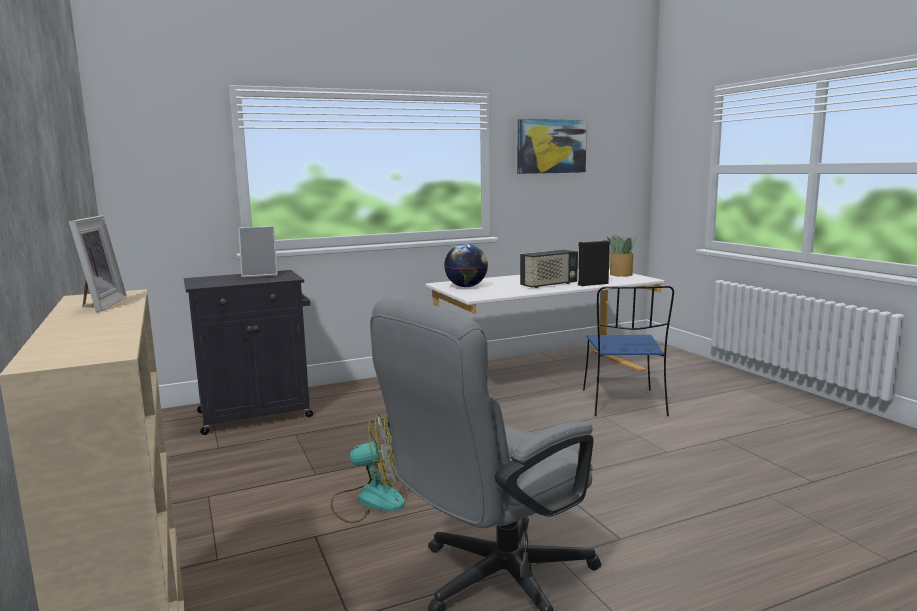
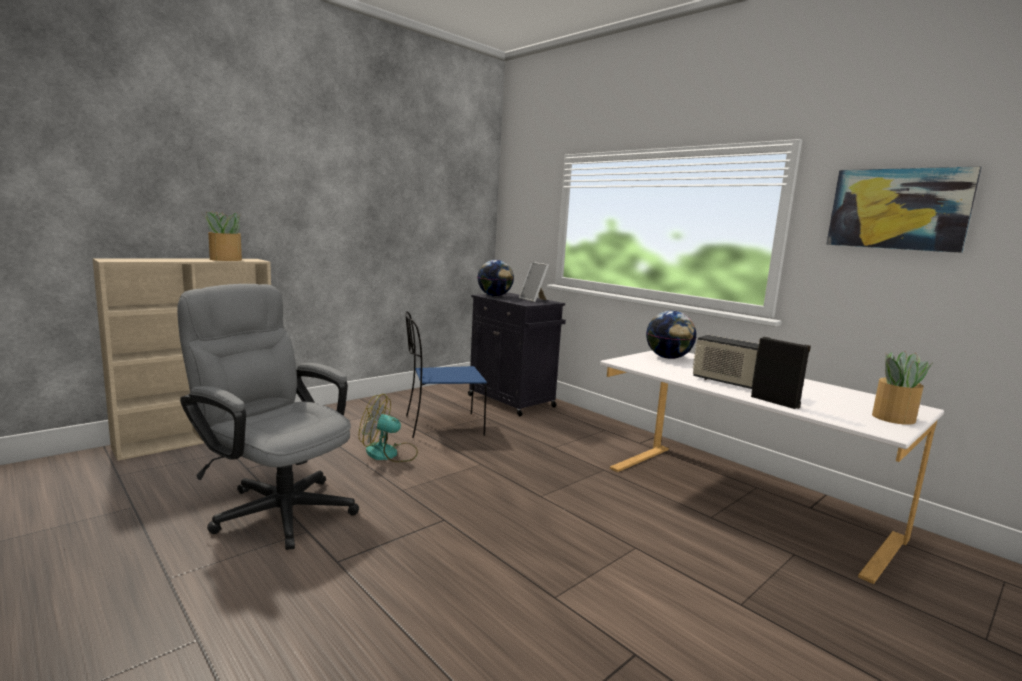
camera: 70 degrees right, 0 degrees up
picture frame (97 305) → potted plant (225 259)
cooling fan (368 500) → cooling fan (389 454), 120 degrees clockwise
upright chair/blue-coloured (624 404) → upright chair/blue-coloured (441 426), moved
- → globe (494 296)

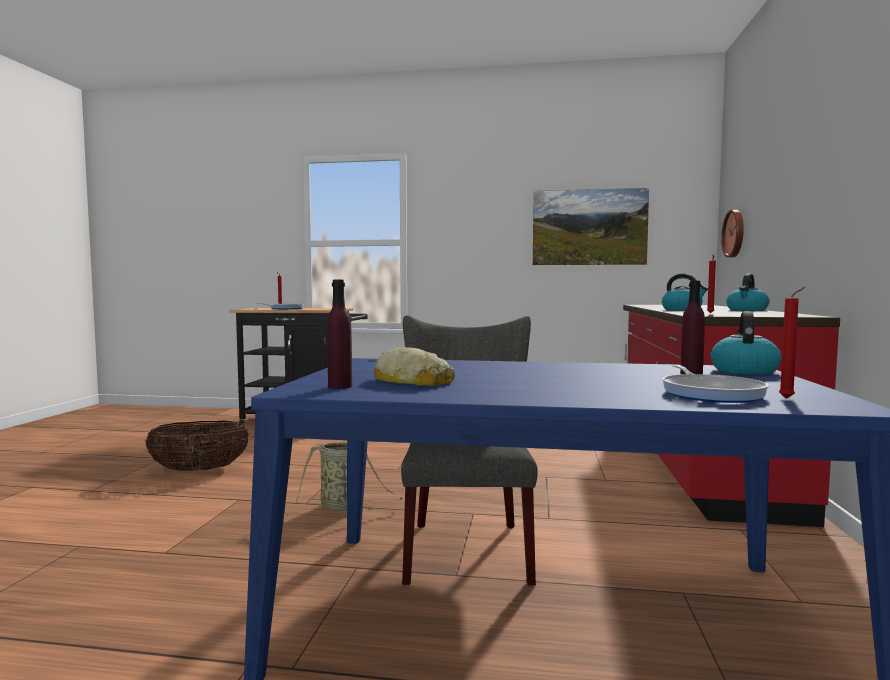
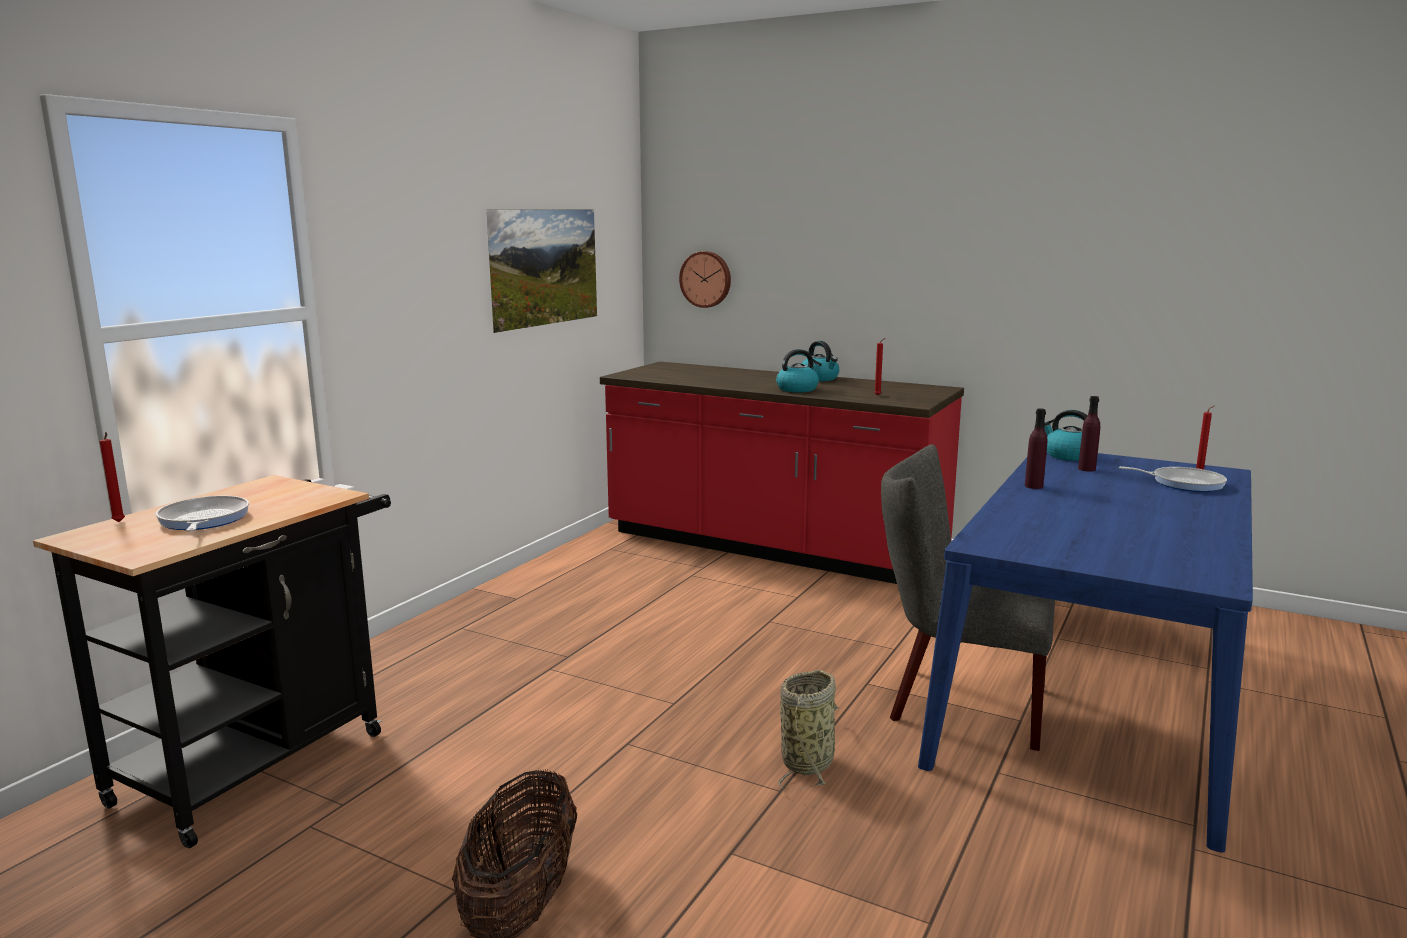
camera: 70 degrees left, 10 degrees up
drink bottle/purple-coloured (340 386) → drink bottle/purple-coloured (1033 486), moved
bakery bread (412 381) → -

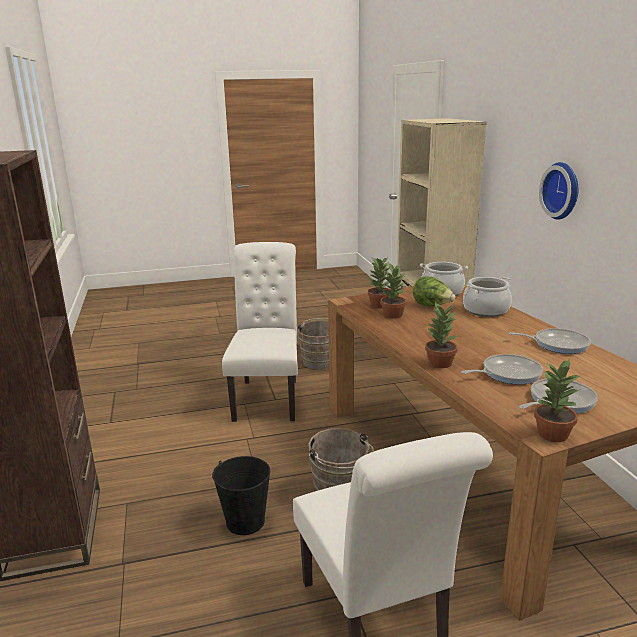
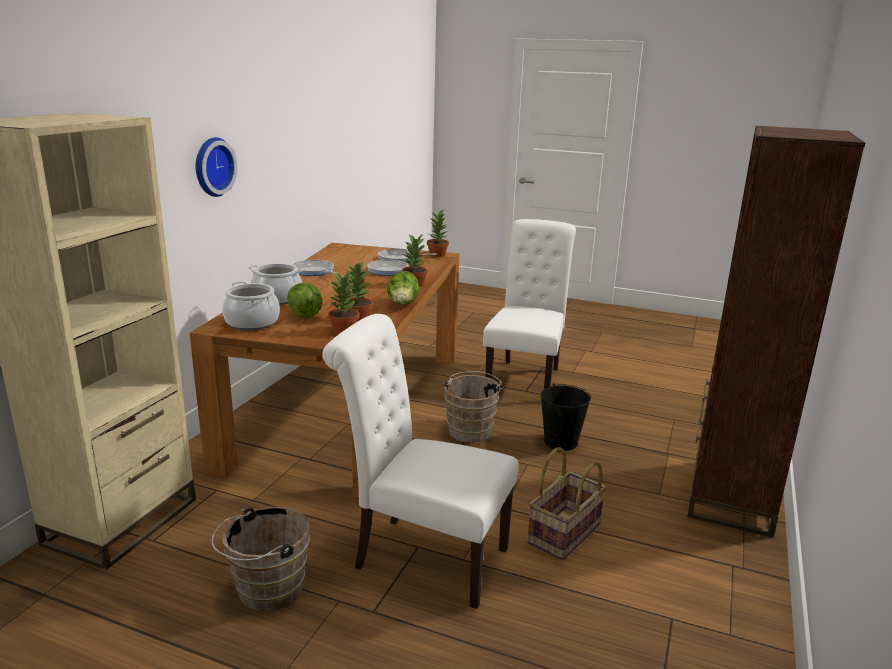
camera: 145 degrees left, 0 degrees up
upright chair/white (268 396) → upright chair/white (422 556), 75 degrees clockwise
- → lettuce head (403 305)
- → storage basket (565 534)

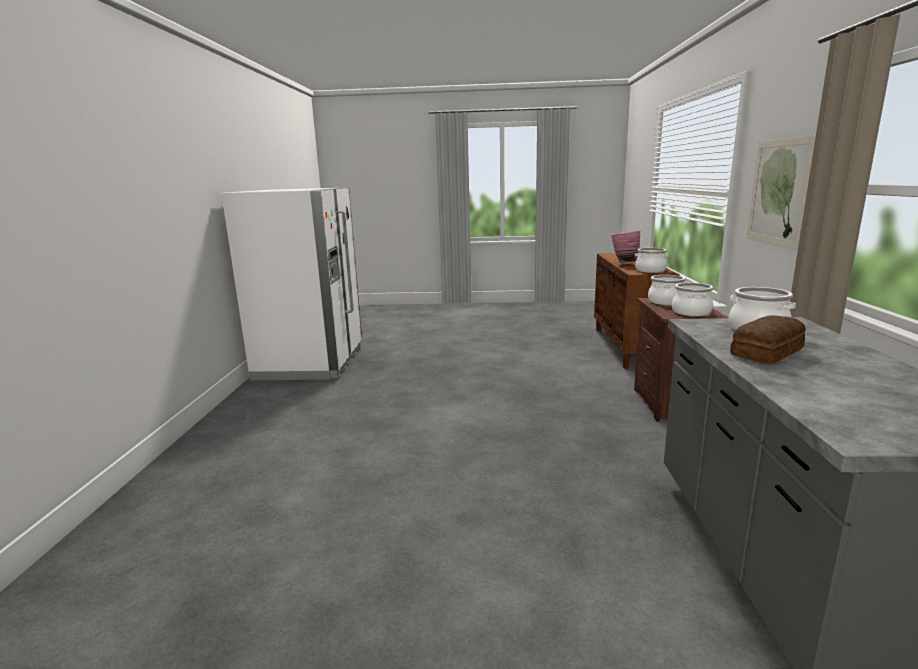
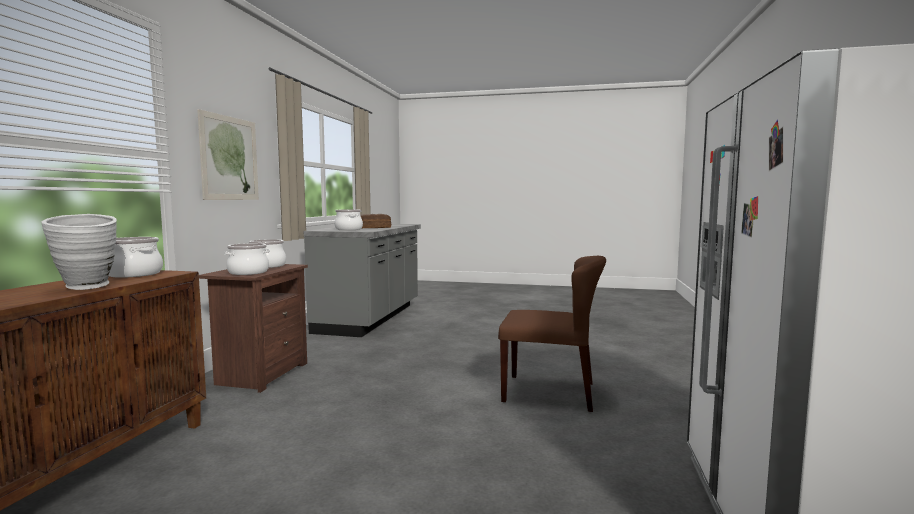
camera: 170 degrees left, 10 degrees down
decorative vase/pinkish (623 264) → decorative vase/white (87 288)
- → upright chair/brown-coloured (550 392)

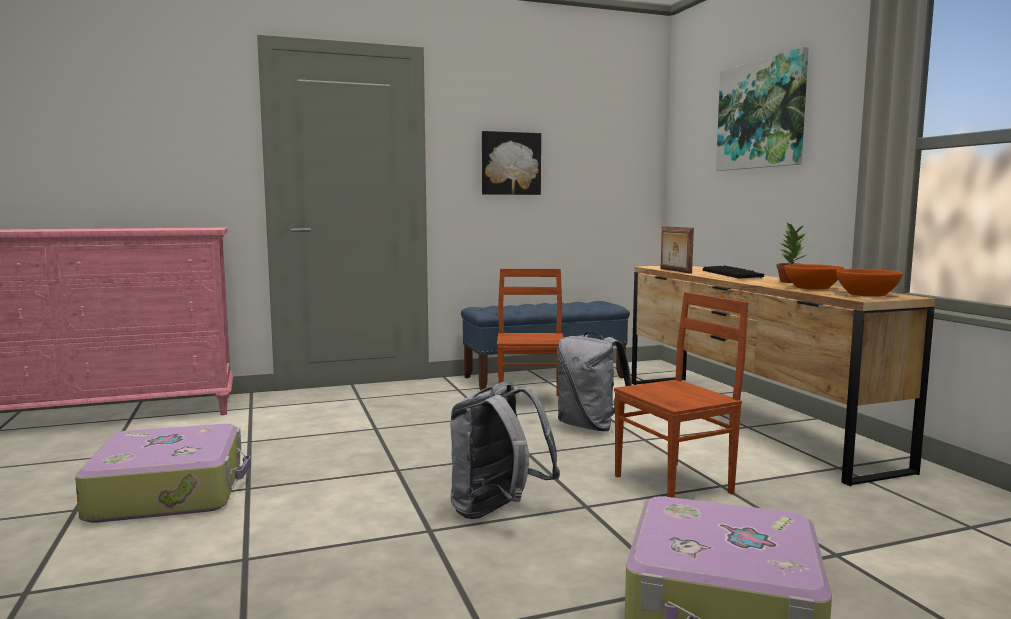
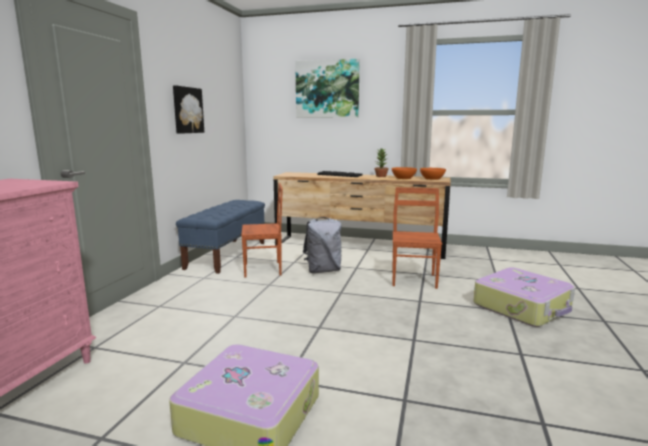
camera: 55 degrees left, 5 degrees up
upright chair/brown-coloured (531 402) → upright chair/brown-coloured (263 269), 135 degrees clockwise
backpack/greyish (497 512) → -
picture frame (674 271) → -

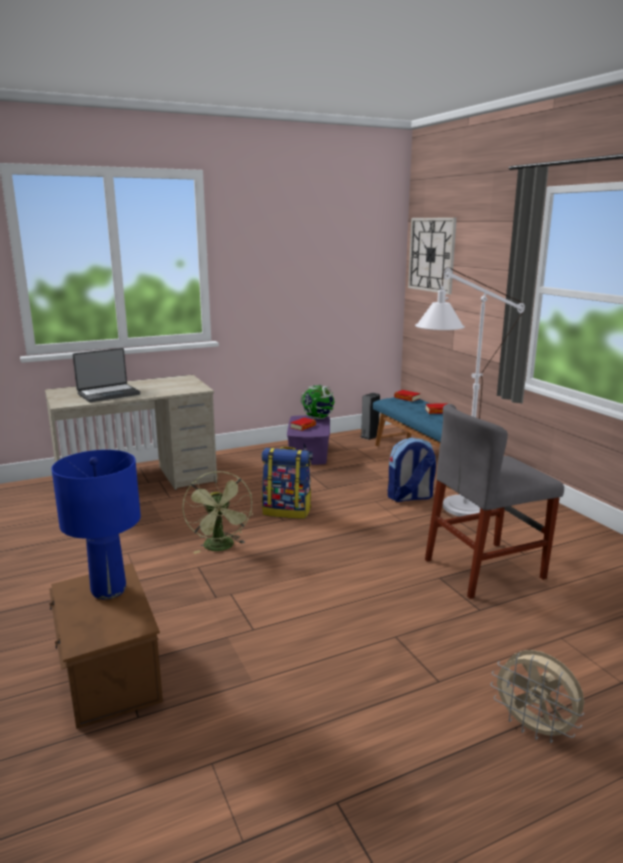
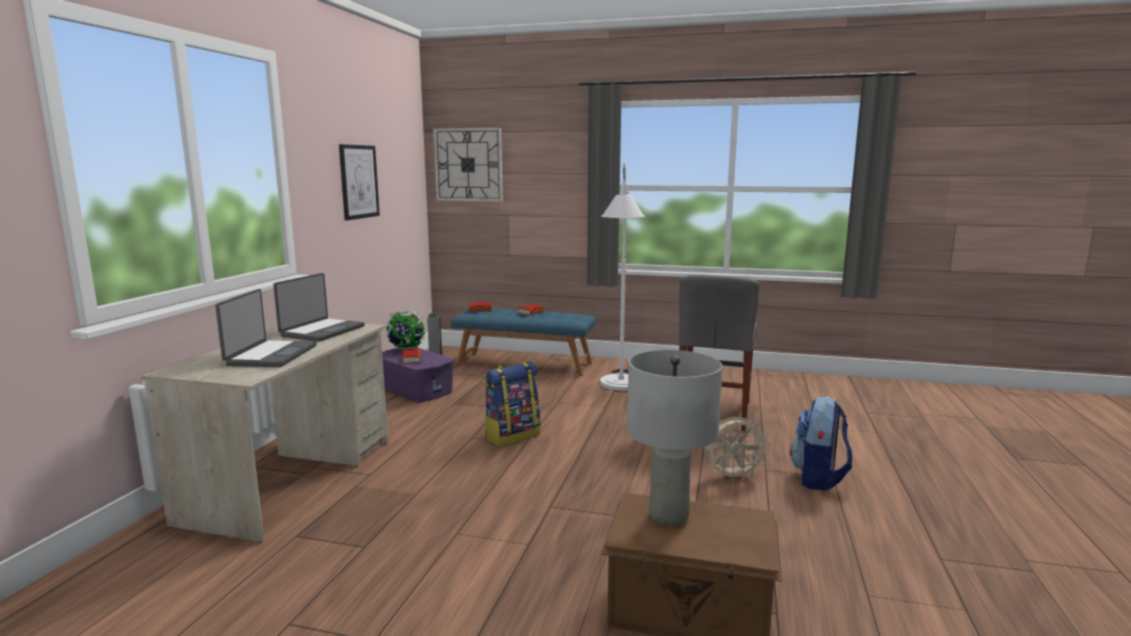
camera: 50 degrees left, 5 degrees down
- → notebook computer (322 331)
- → wall picture (359 181)
lamp for a table/blue-coloured (108 591) → lamp for a table/greyish (669 516)
cooling fan/beige-coloured (534 729) → cooling fan/beige-coloured (733 477), moved
backpack (410 497) → backpack (819 478), moved
cooling fan/greenish (221 548) → -

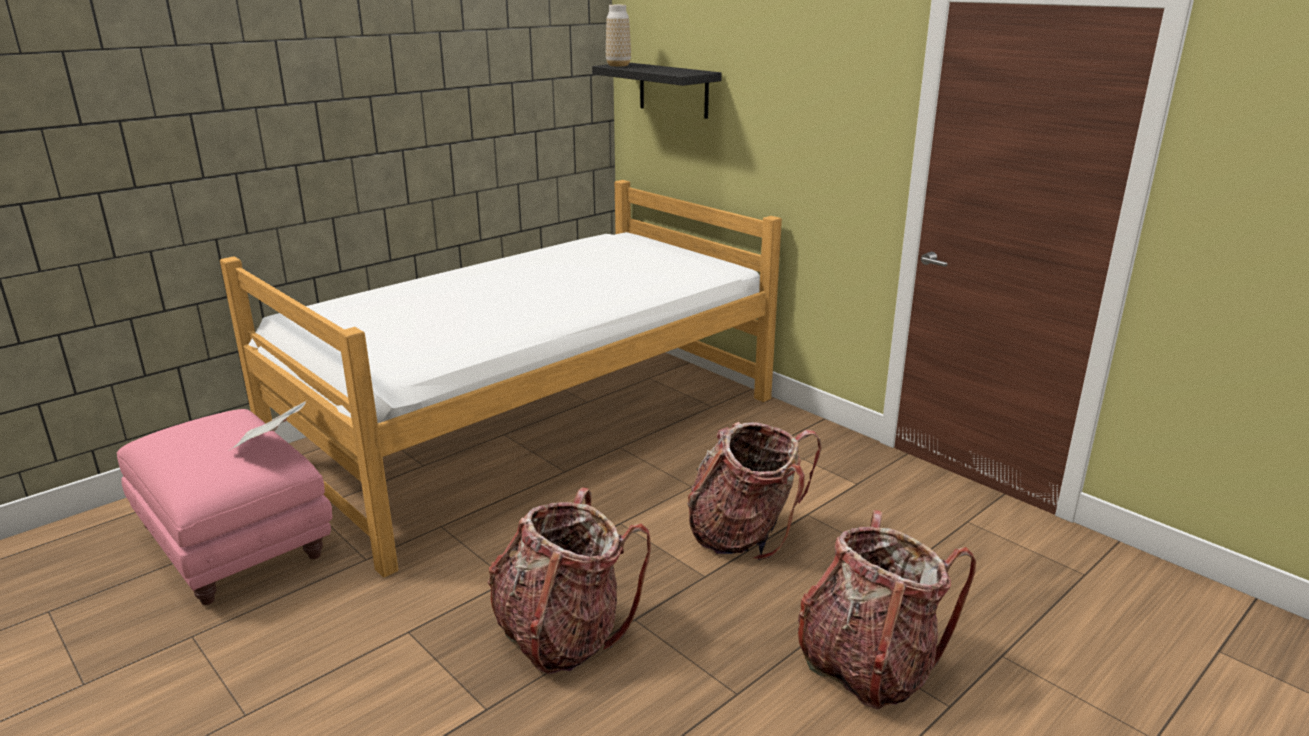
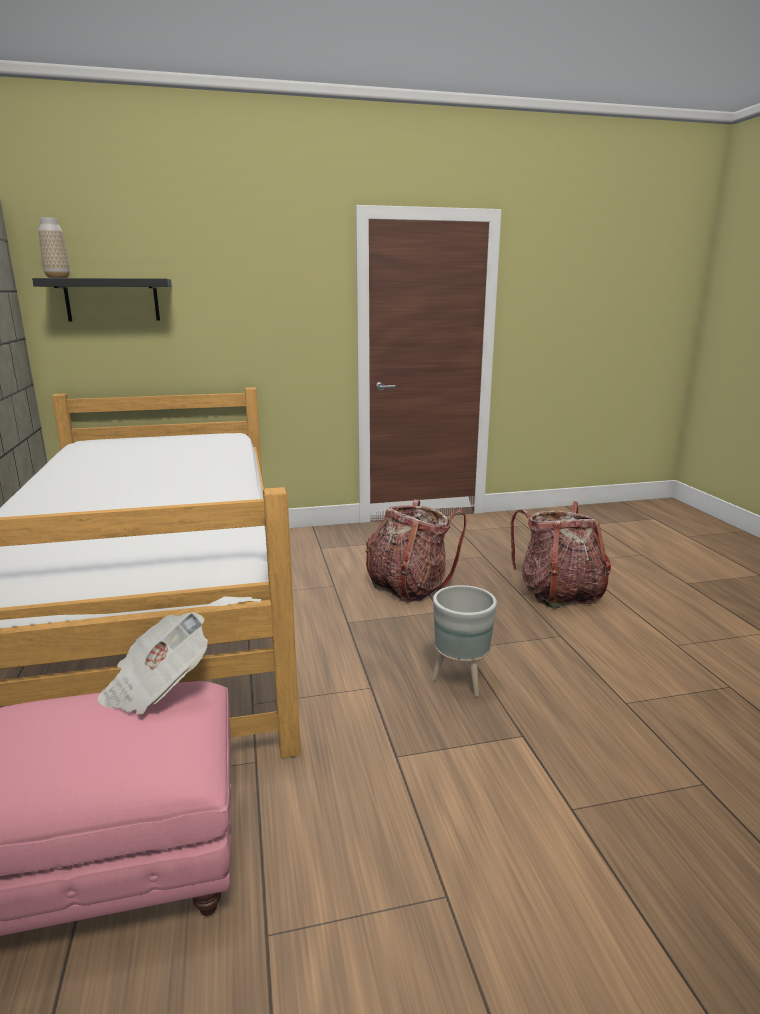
camera: 60 degrees left, 5 degrees down
backpack (563 634) → plant pot/greyish (460 680)

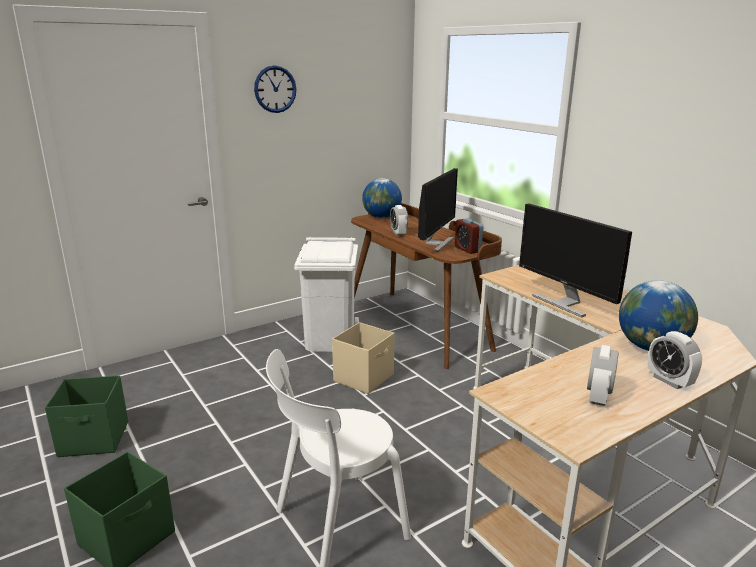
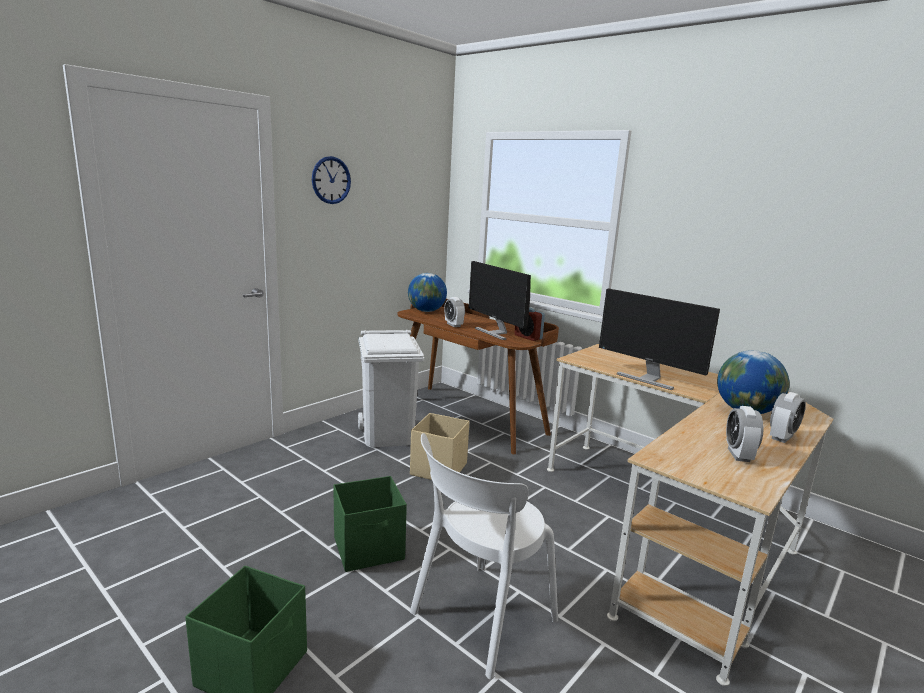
camera: 15 degrees left, 5 degrees down
storage container/greenish (95 439) → storage container/greenish (370 549), moved
computer display (436 243) → computer display (495 333), 135 degrees clockwise
alarm clock (669 381) → alarm clock (782 437), 90 degrees counterclockwise

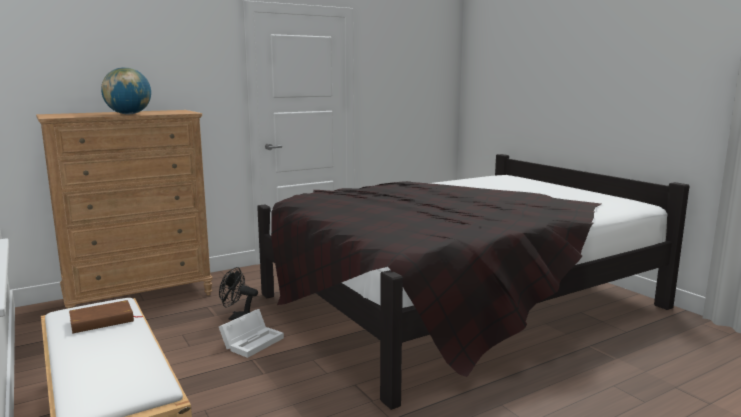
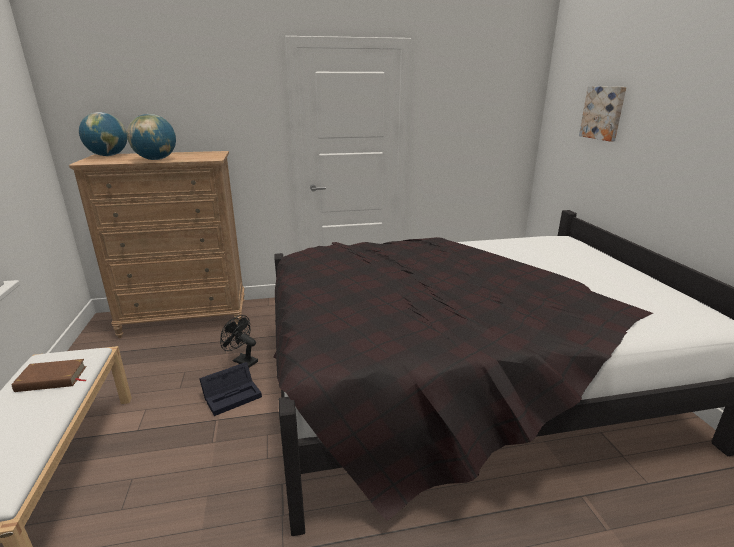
camera: 20 degrees right, 10 degrees up
- → globe (108 155)
storage container/white (253 341) → storage container/blackish (233 395)
- → wall picture (603 113)

